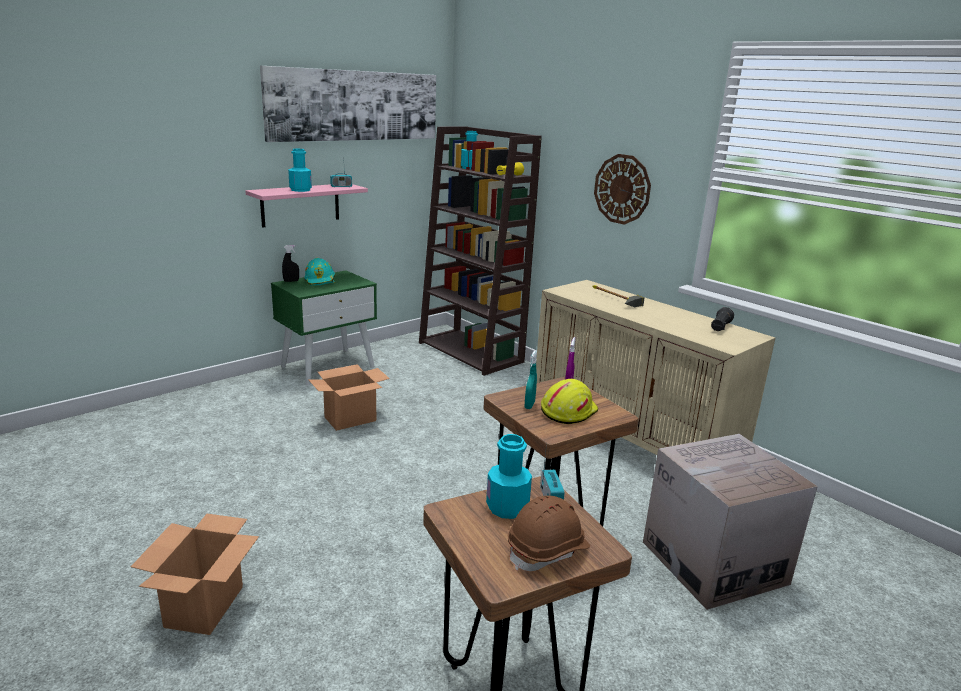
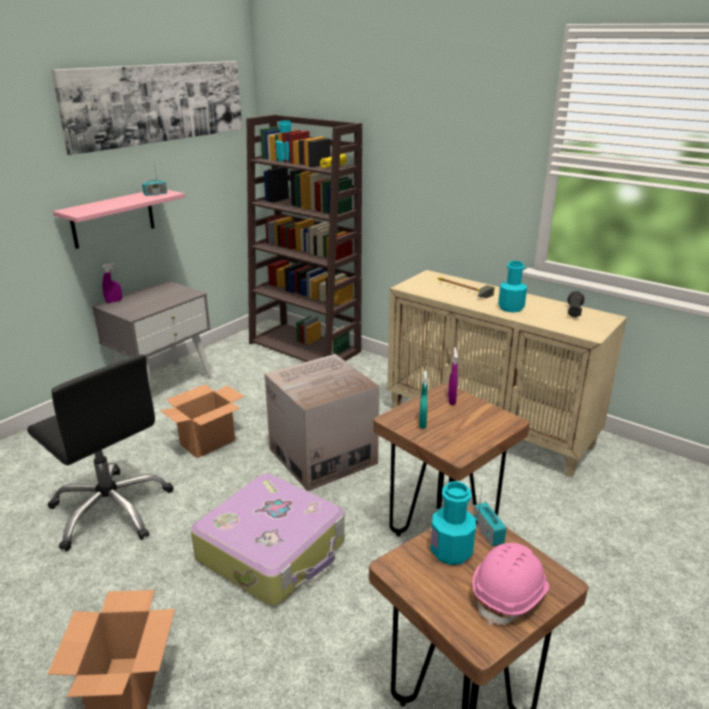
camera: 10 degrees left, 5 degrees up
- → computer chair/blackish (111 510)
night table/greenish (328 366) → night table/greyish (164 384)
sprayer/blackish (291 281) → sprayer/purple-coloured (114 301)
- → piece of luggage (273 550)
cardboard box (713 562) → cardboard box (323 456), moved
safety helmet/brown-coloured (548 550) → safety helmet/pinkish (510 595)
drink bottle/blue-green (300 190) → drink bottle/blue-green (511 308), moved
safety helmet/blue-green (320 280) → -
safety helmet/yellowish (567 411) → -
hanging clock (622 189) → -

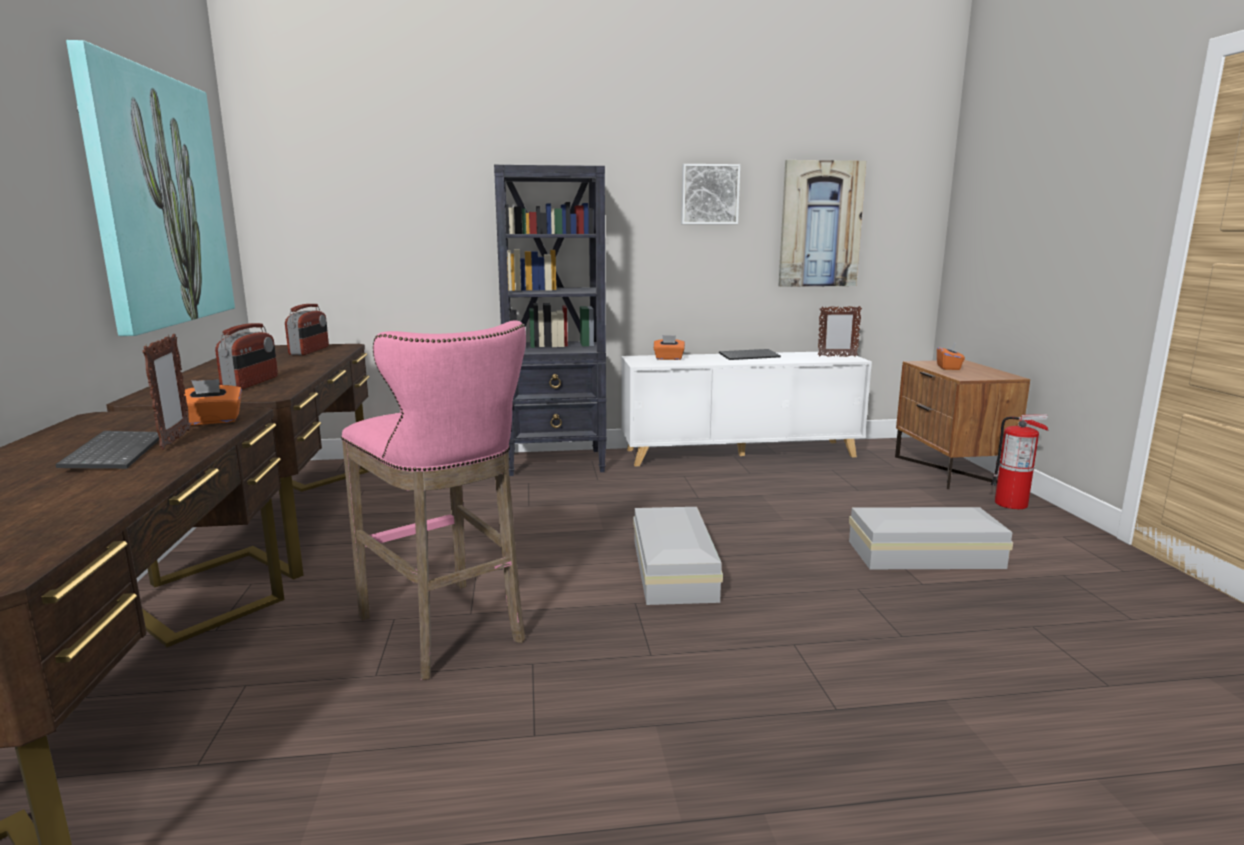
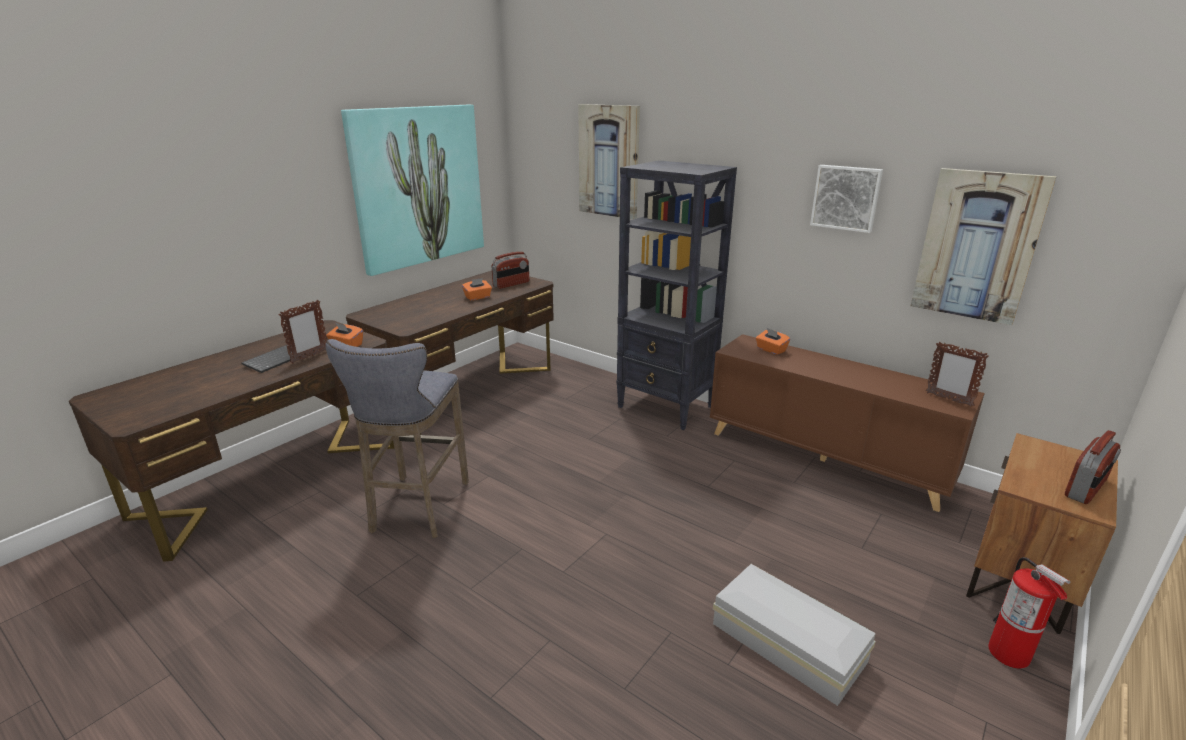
camera: 45 degrees right, 10 degrees up
stool seat/pinkish (447 631) → stool seat/greyish (418 509)
box of tissues/orangey (948 367) → box of tissues/orangey (478 297), moved
- → wall picture (609 161)
cupboard/white (740 453) → cupboard/brown-coloured (825 457)
radio (251 383) → radio (1086 488), moved
storage container/white (672 570) → -
computer keyboard (749 356) → -

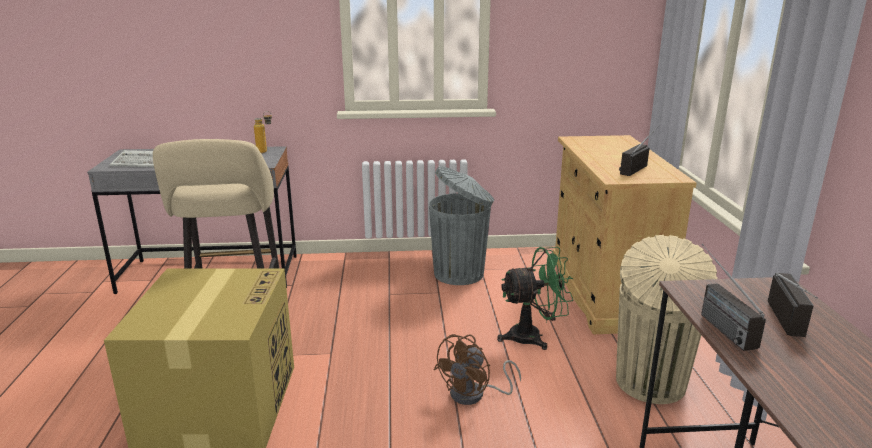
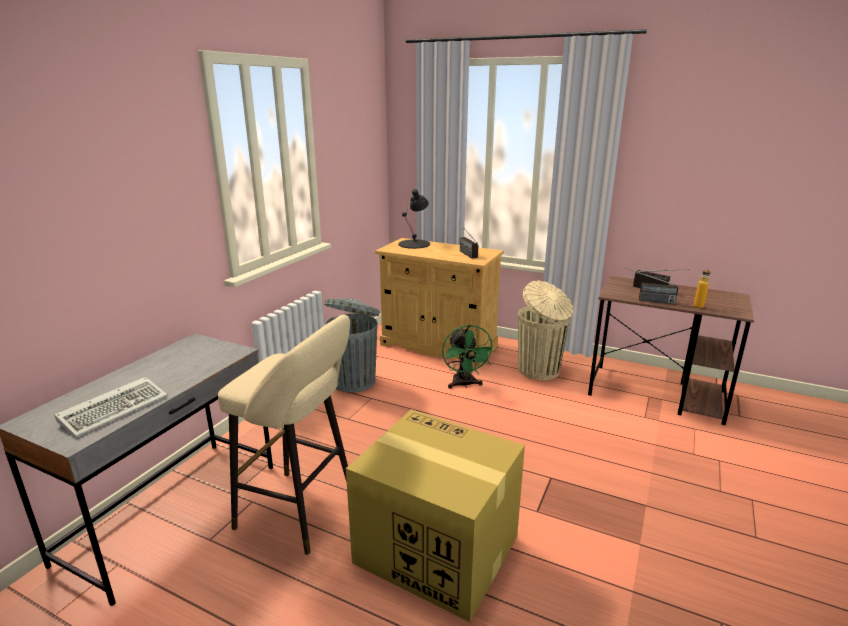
camera: 60 degrees left, 0 degrees up
- → lamp for a table/blackish (414 244)
cooling fan/greenish (533 336) → cooling fan/greenish (464 385), 150 degrees clockwise
drink bottle (266 152) → drink bottle (699 305), moved
cooling fan/brown-coloured (474 394) → -

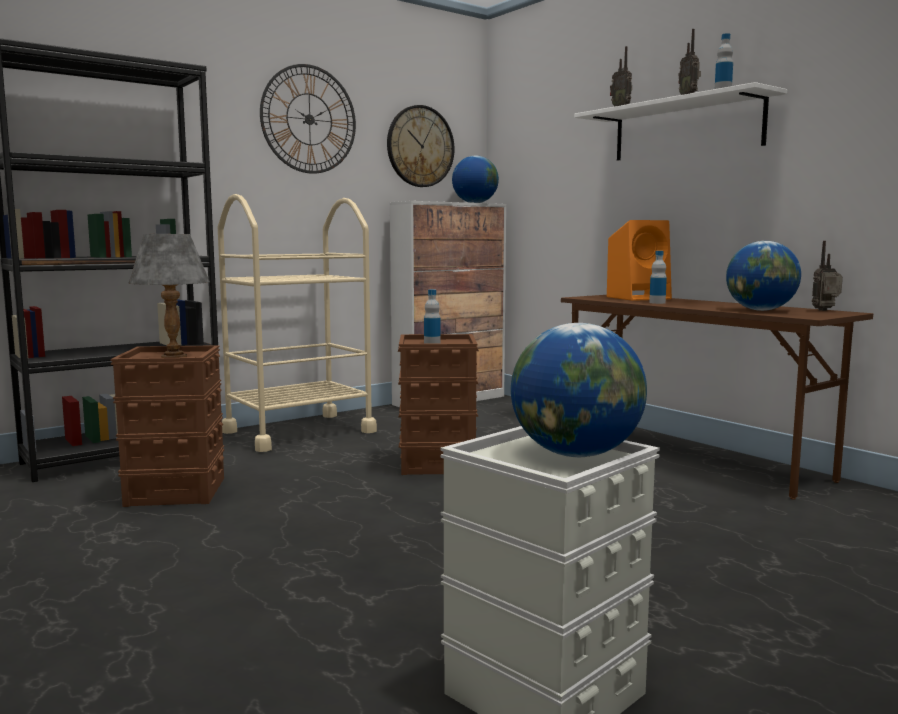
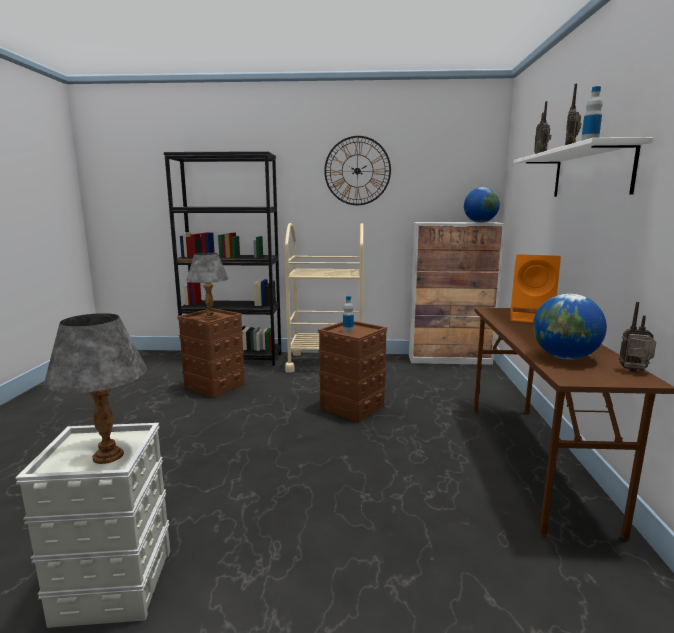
camera: 40 degrees right, 5 degrees up
globe (576 454) → lamp for a table/greyish (107 456)
hanging clock (420 146) → -
drink bottle (657 303) → -

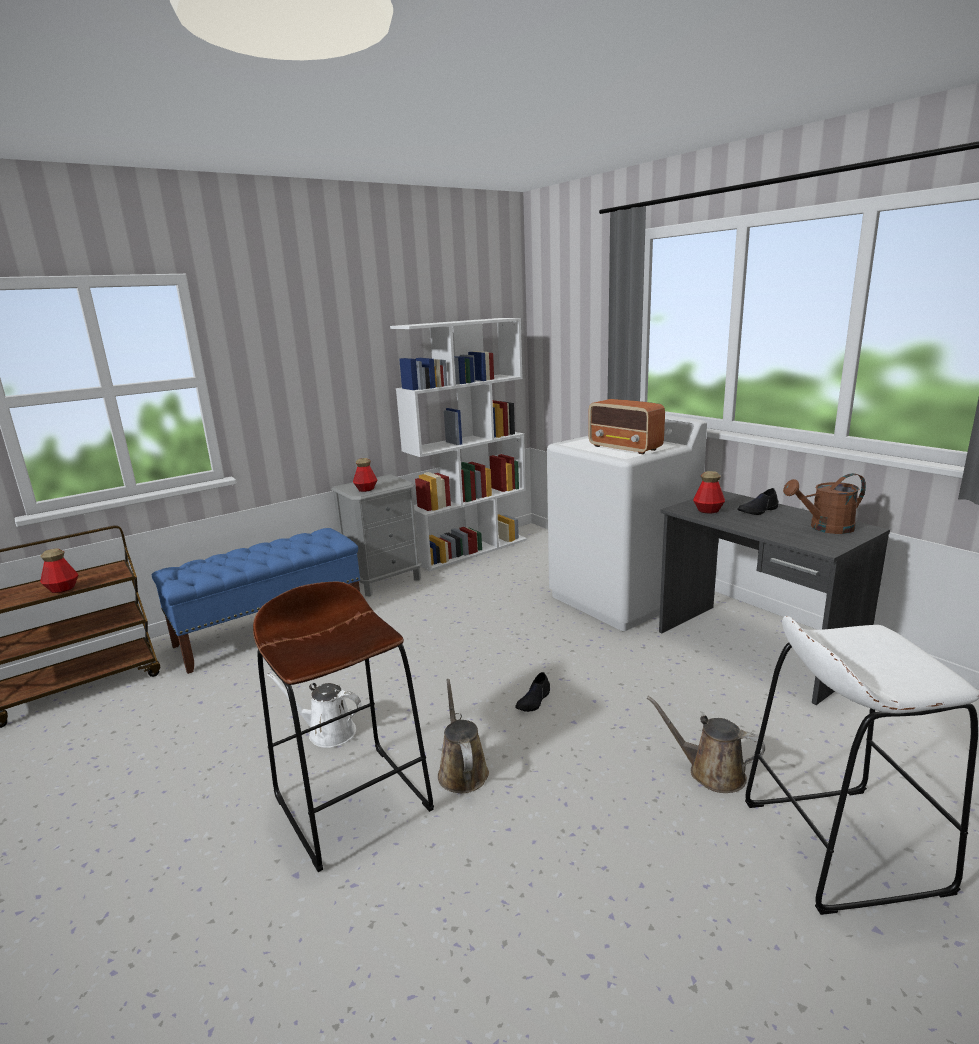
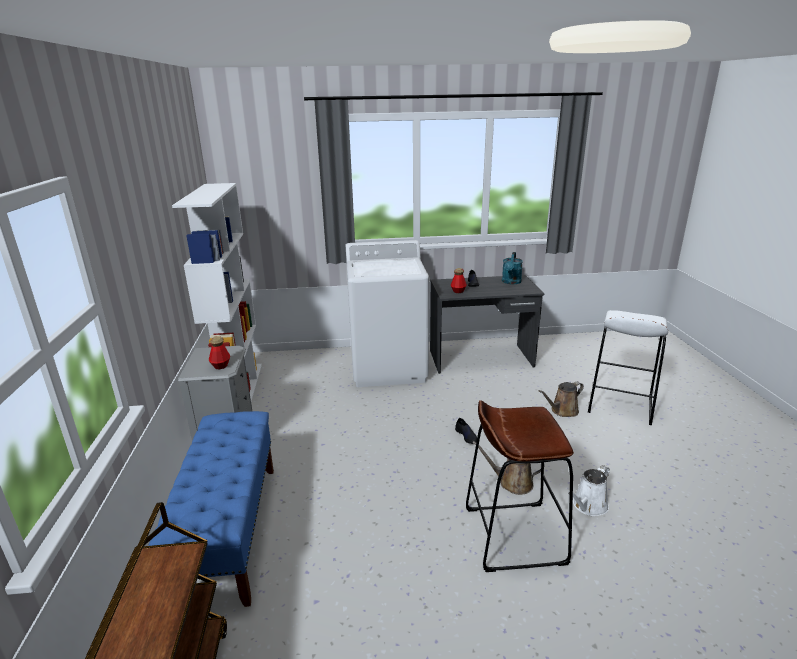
camera: 60 degrees left, 5 degrees up
sprinkling can/brown-coloured (825 528) → sprinkling can/blue-green (511 282)
sprinkling can/white (327 732) → sprinkling can/white (588 506), moved
drink bottle (62 589) → -
radio (625 448) → -

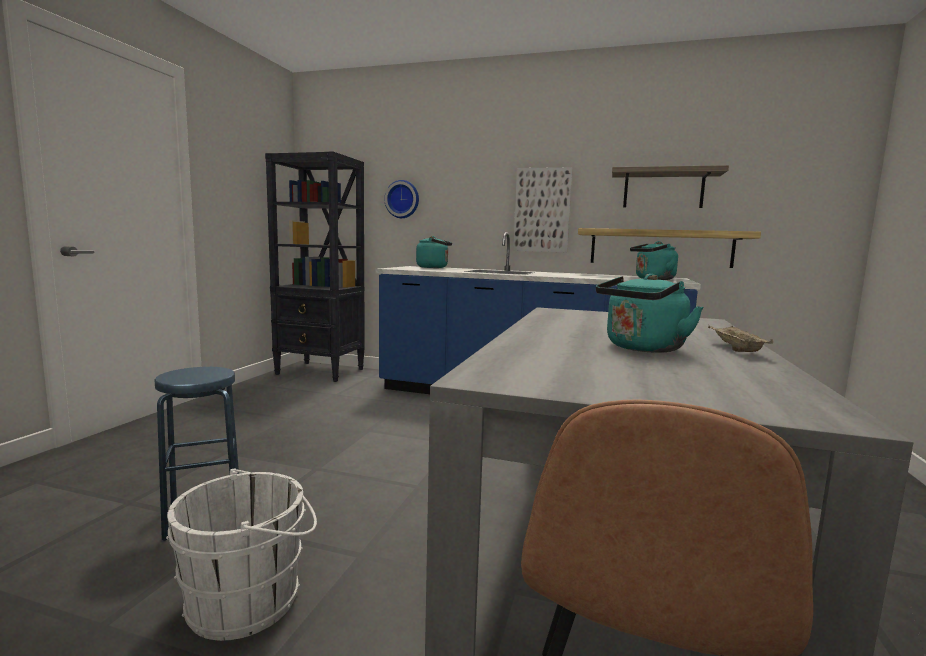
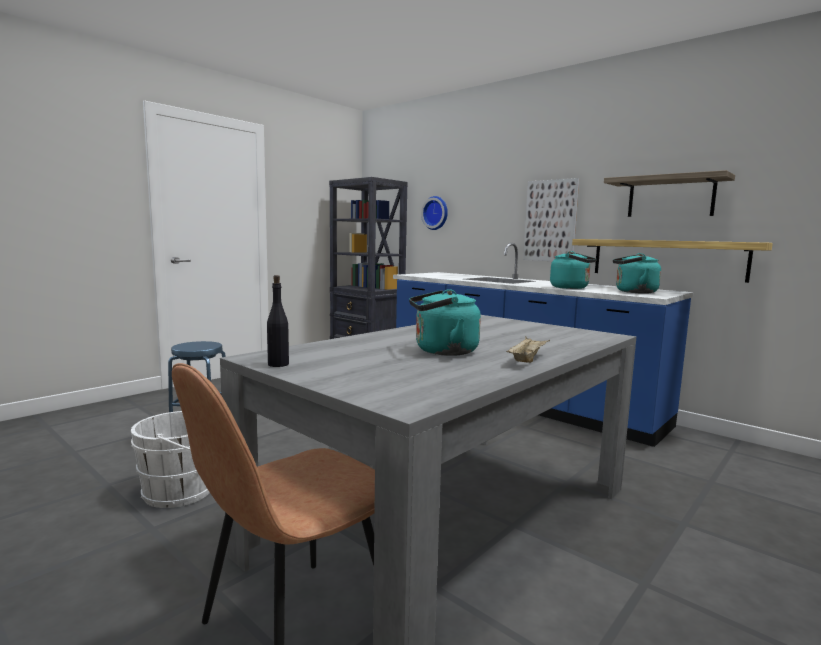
camera: 25 degrees right, 0 degrees up
- → drink bottle/blackish (278 364)
water kettle/blue-green (434 267) → water kettle/blue-green (571 288), moved

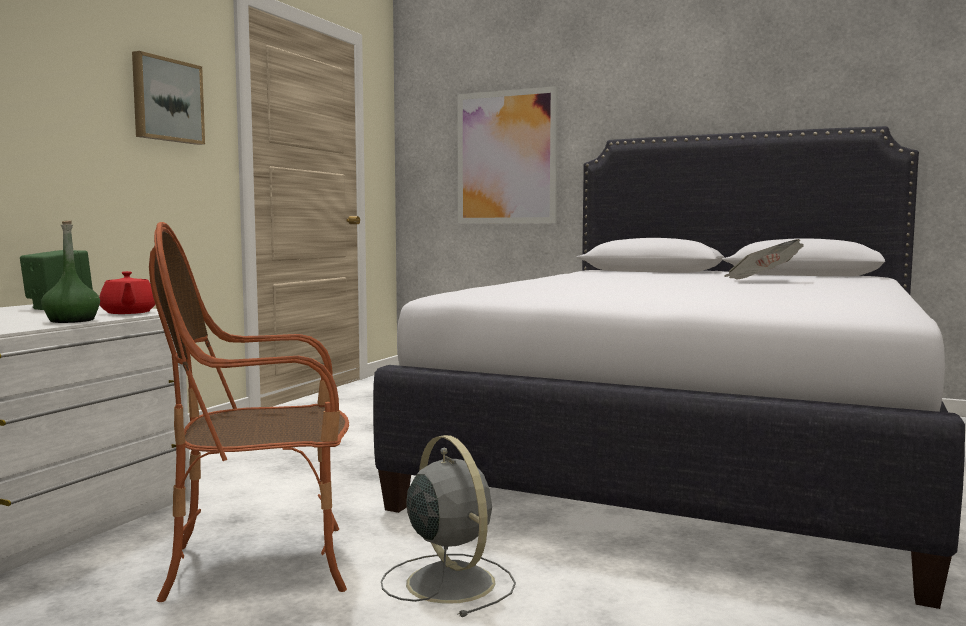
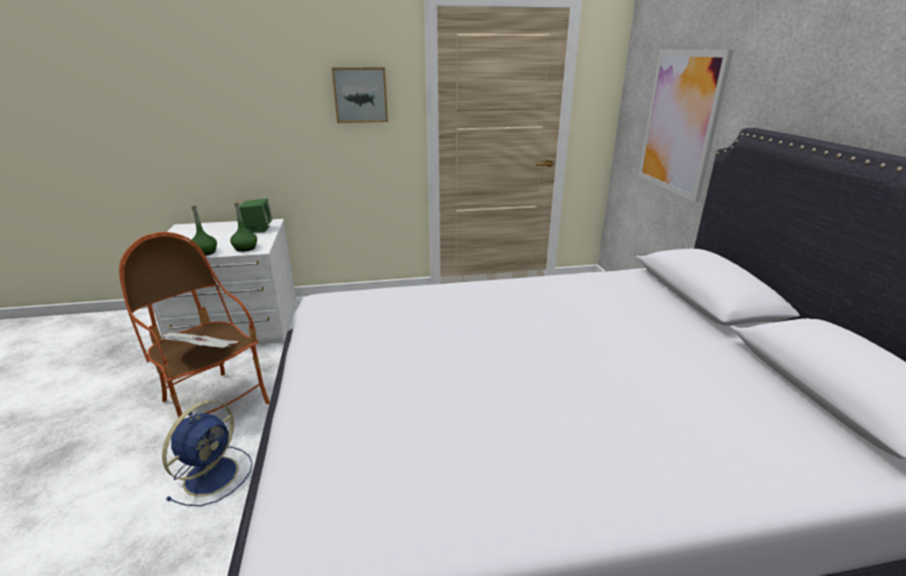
camera: 55 degrees right, 20 degrees up
cooling fan/greyish (448 581) → cooling fan/blue-coloured (213 474)
printed paper (762 281) → printed paper (206 354), moved
tea pot/reddish (128 313) → drink bottle/greenish (245 248)

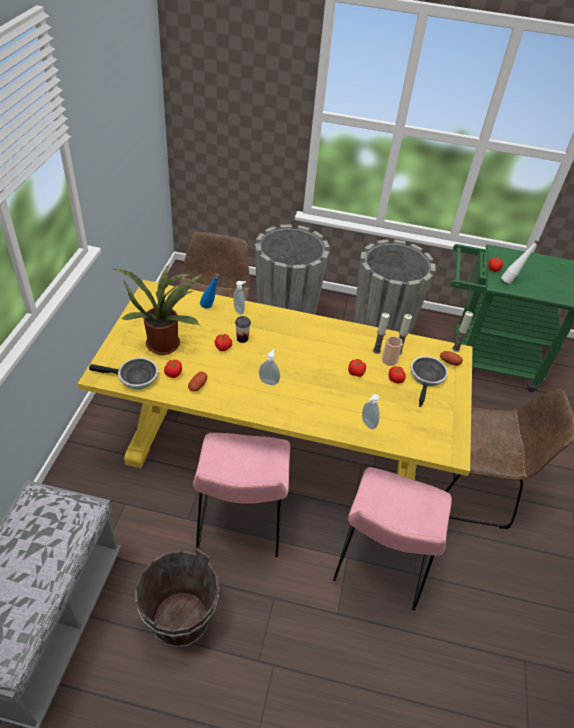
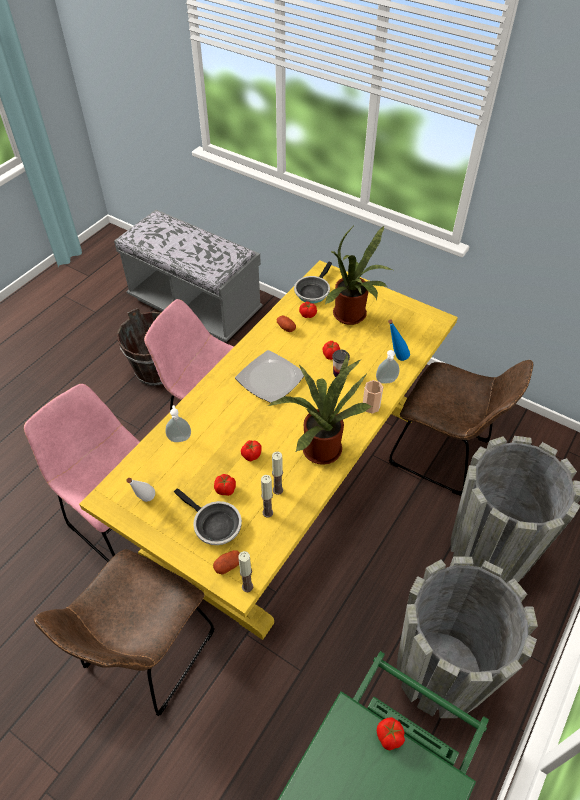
camera: 115 degrees right, 5 degrees up
drink bottle/white (511 280) → drink bottle/white (145 503), moved
liquid soap bottle (269 381) → plate (270 378)
- → potted plant (320 446)
drinking cup (389 360) → drinking cup (371 406), moved

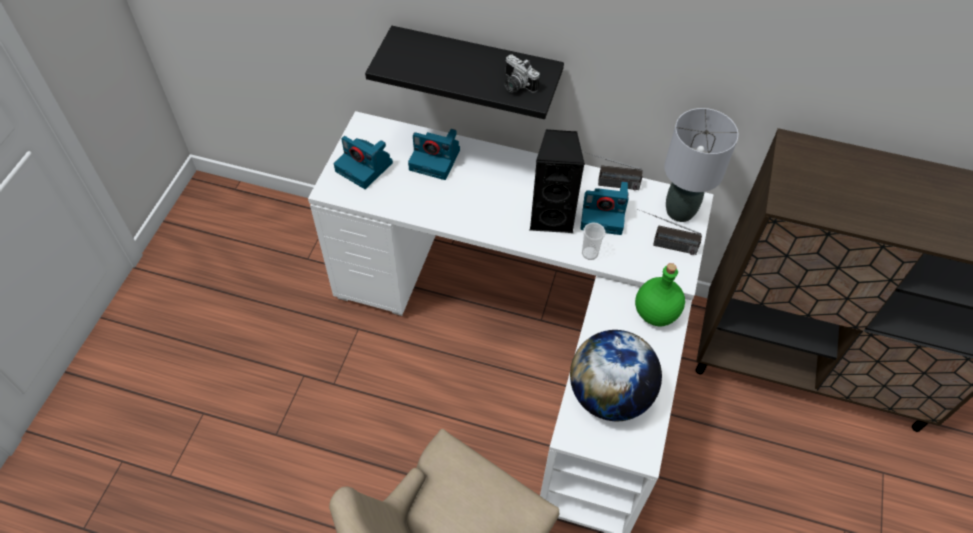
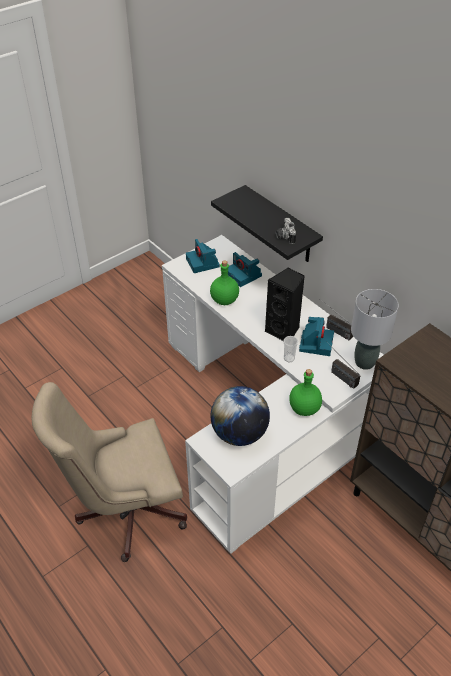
camera: 35 degrees right, 10 degrees down
- → drink bottle/greenish (225 300)
photo camera (604 214) → photo camera (316 343), 120 degrees counterclockwise

